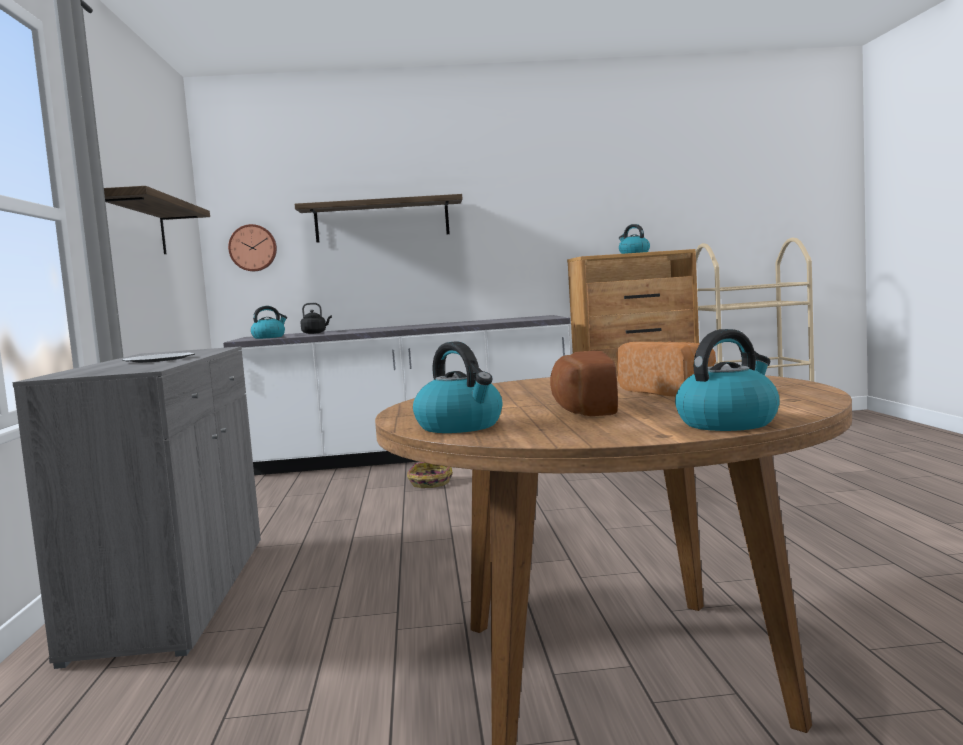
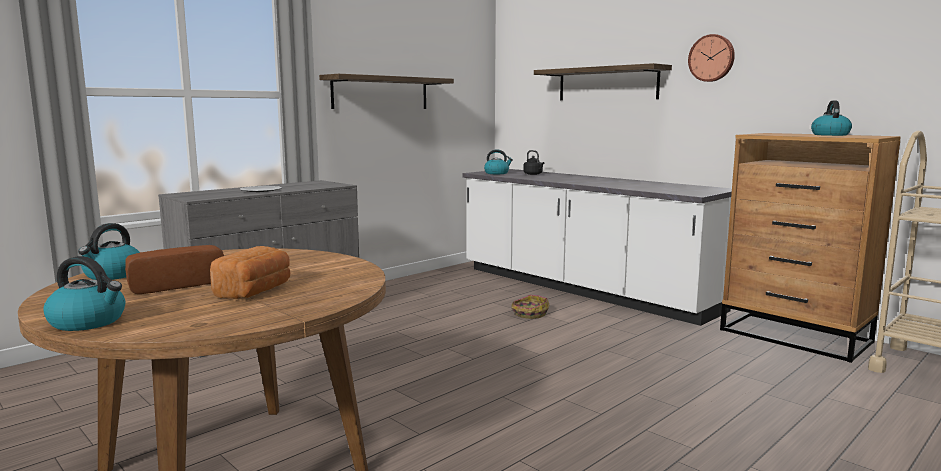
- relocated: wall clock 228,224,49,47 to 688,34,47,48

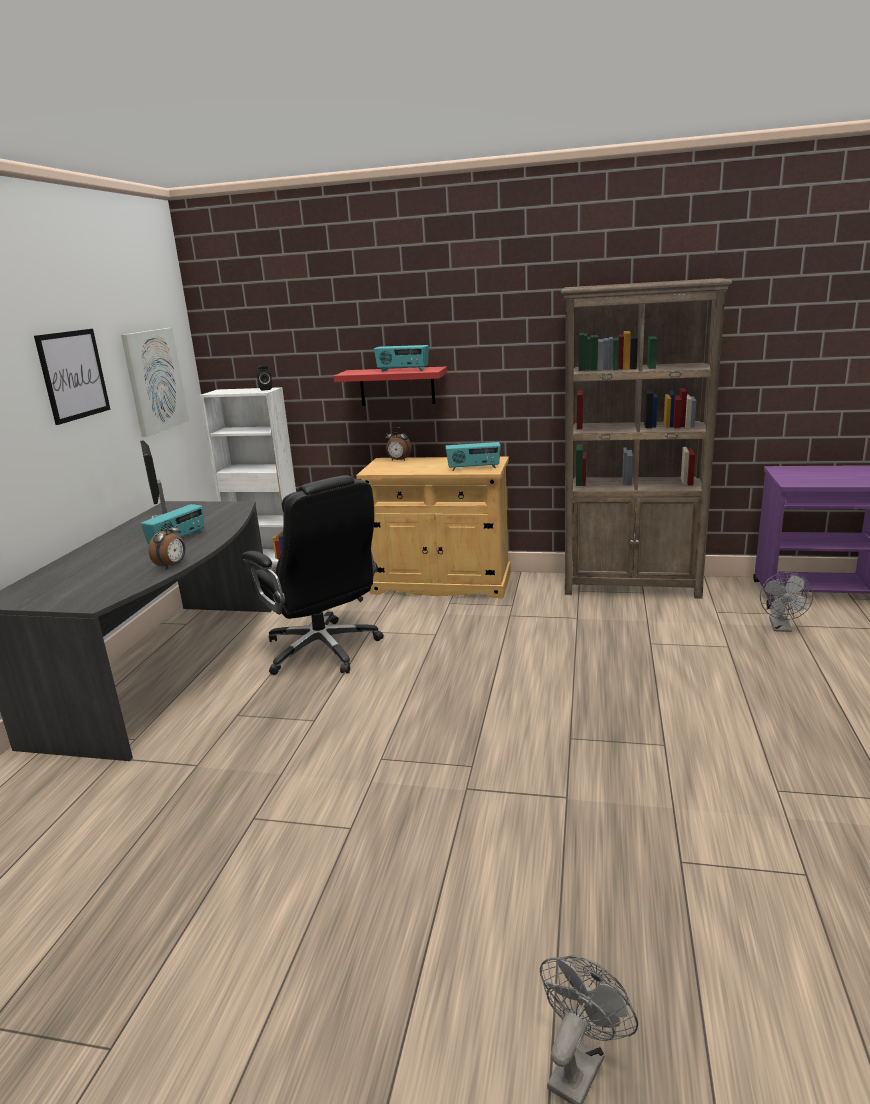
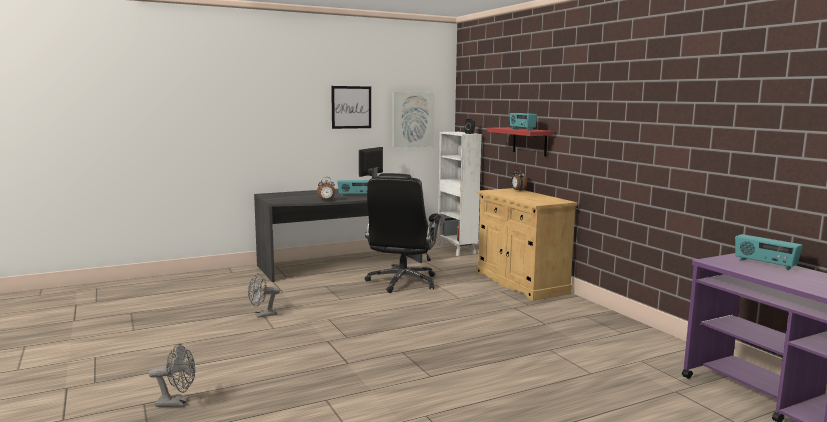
- relocated: fan/grey 760,572,53,60 to 248,273,32,45
- relocated: radio 445,442,56,29 to 735,234,68,36
- missing: bookcase/brown 561,278,171,321

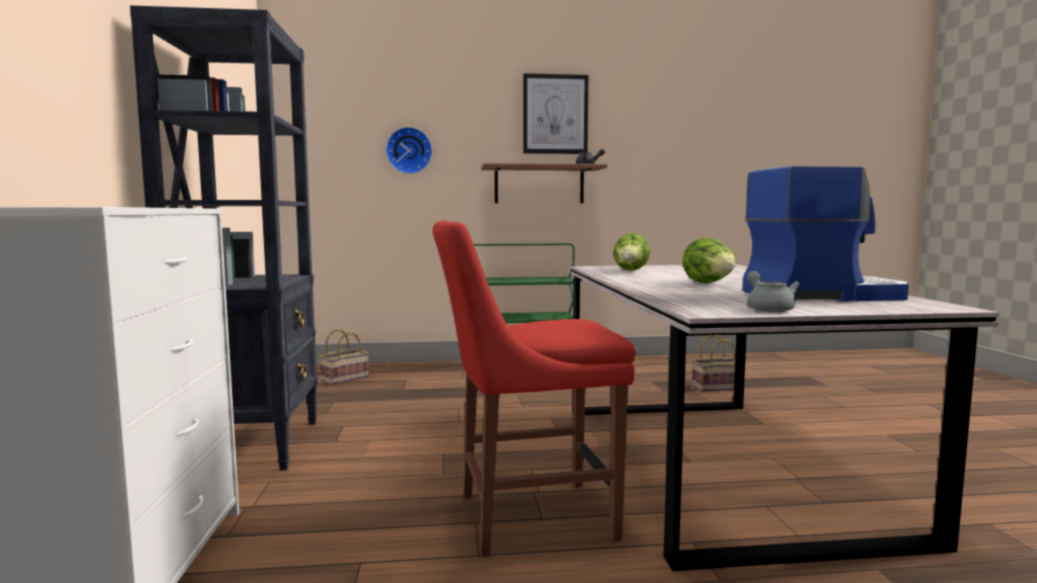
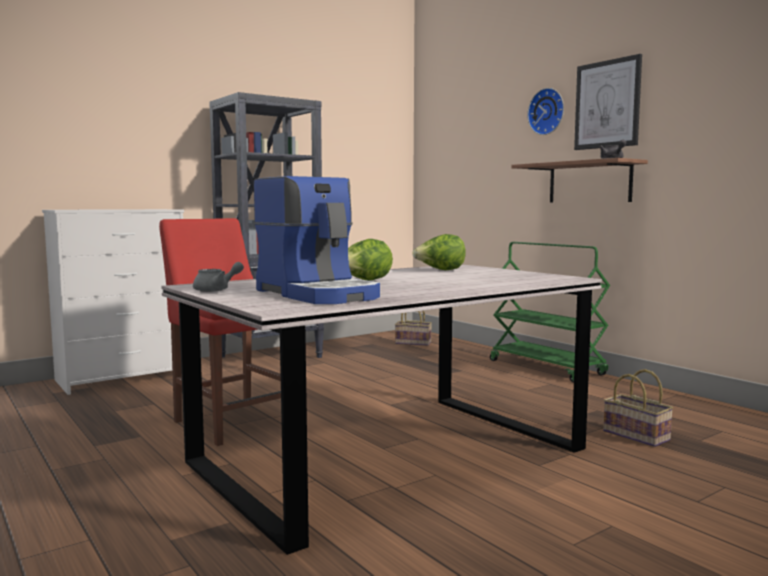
- relocated: wall clock 386,127,47,47 to 527,88,37,47

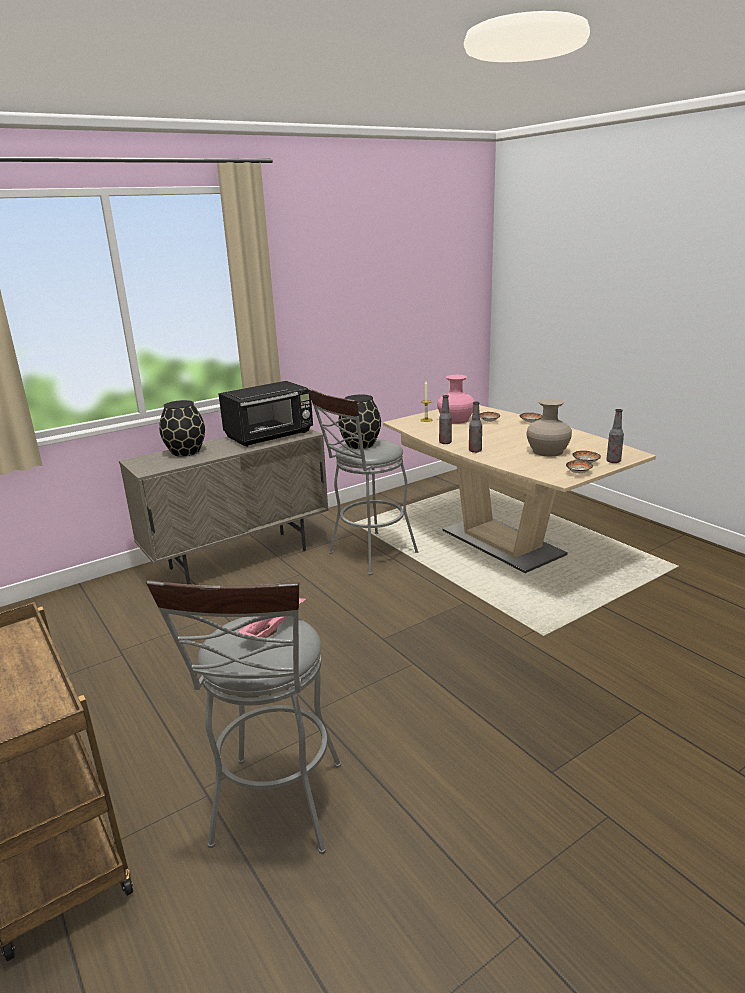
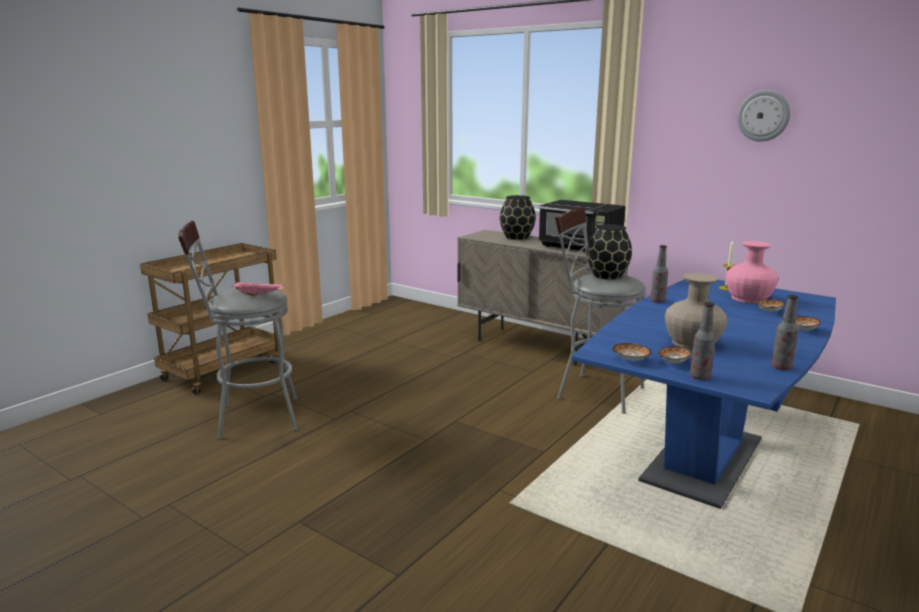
- colour: dining table/beige 383,405,273,168 to dining table/blue 572,279,264,230
- appeared: wall clock 737,90,54,52
- relocated: bottle 469,402,13,51 to 771,295,27,75

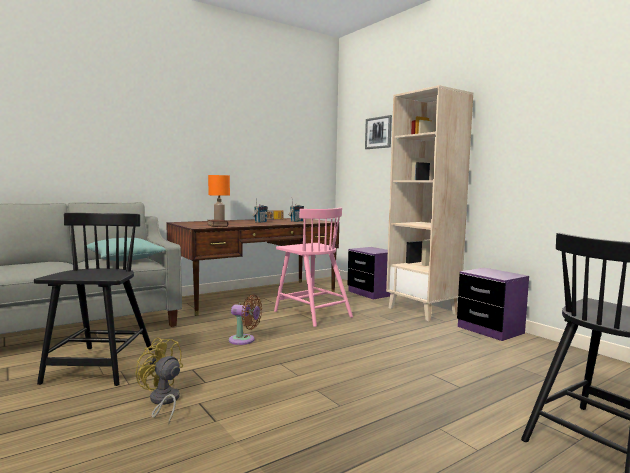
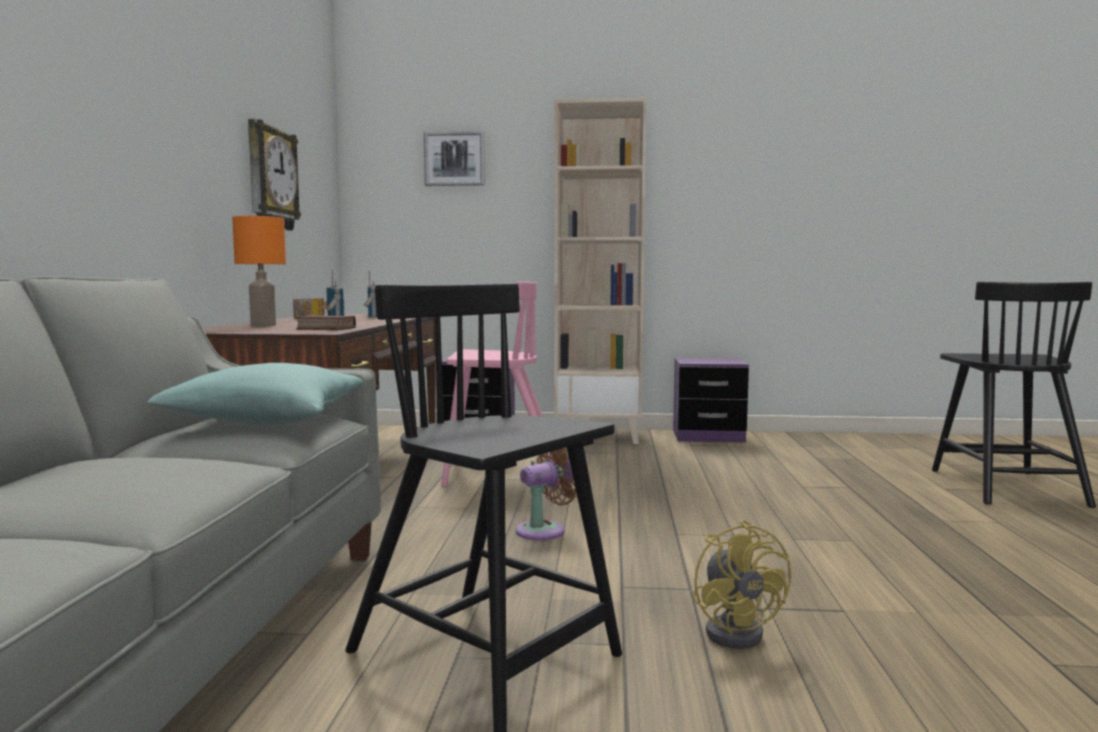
- appeared: wall clock 248,119,53,111
- spun: fan/yellow 136,337,47,87 = 693,520,98,129 90 degrees counterclockwise

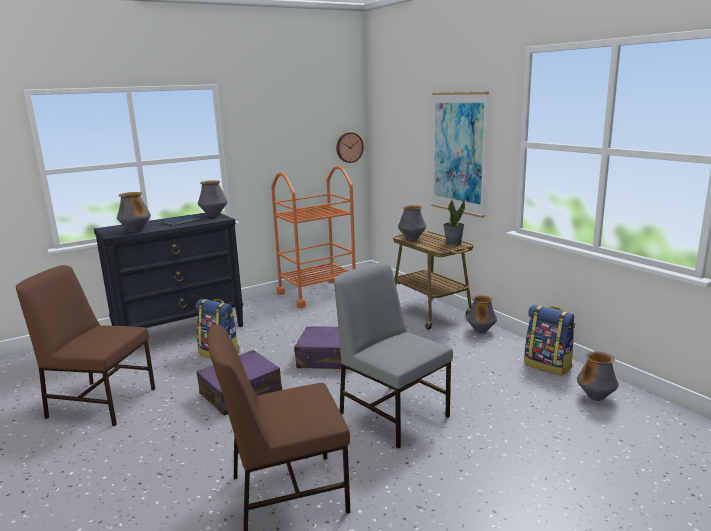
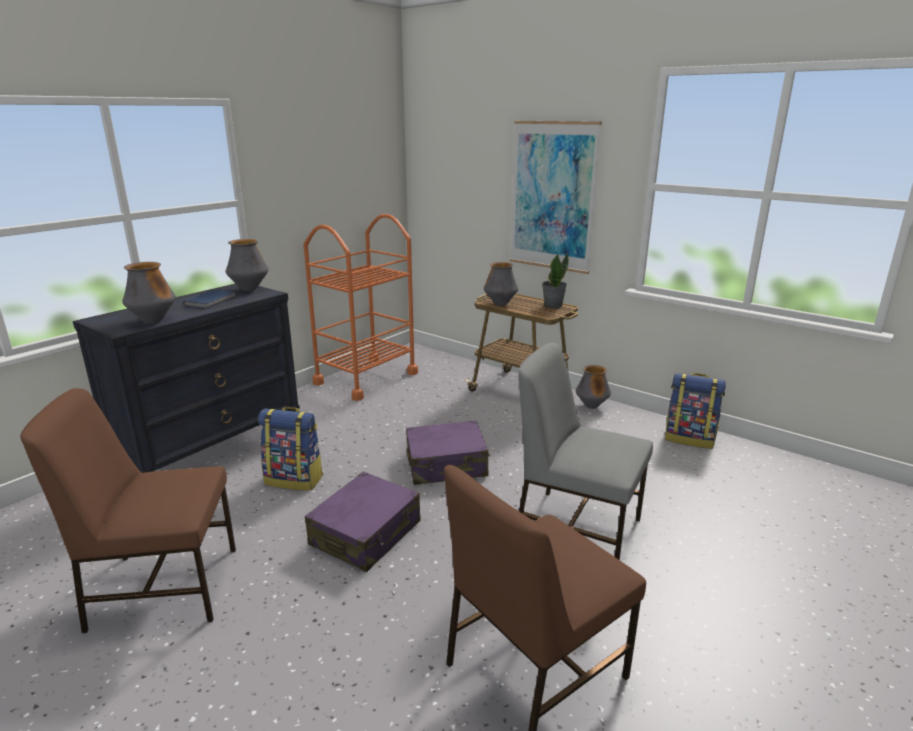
- missing: wall clock 336,132,28,31
- missing: vase 577,351,41,50

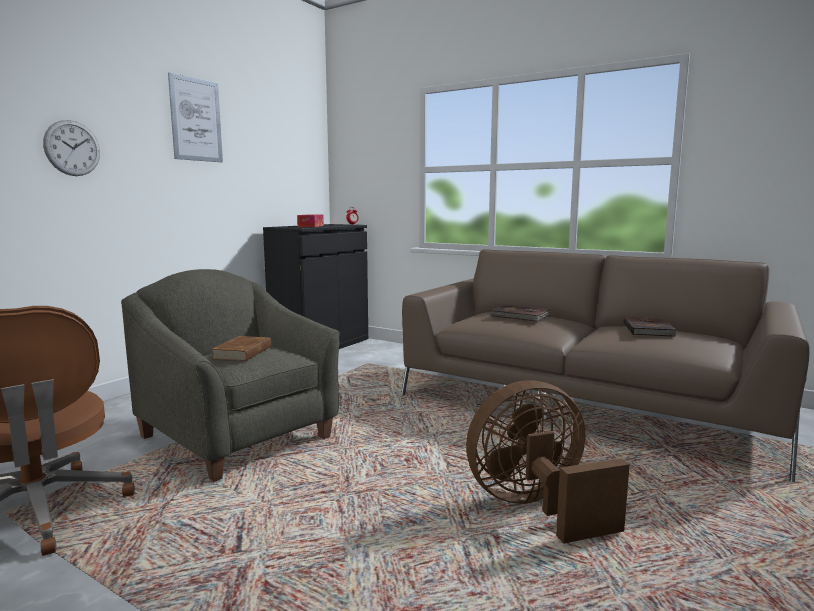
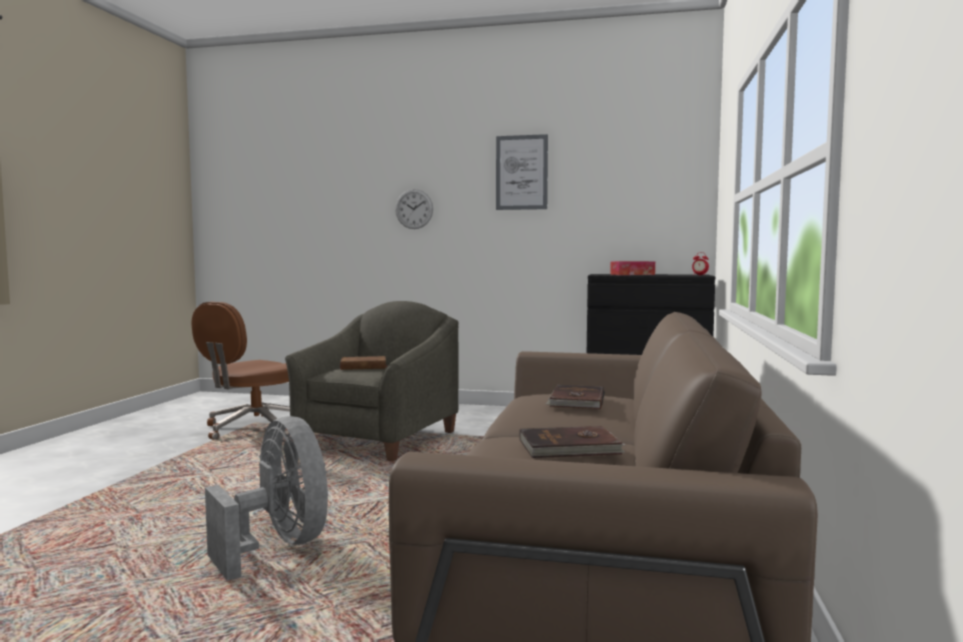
- colour: fan/brown 466,380,164,163 to fan/grey 205,416,123,165

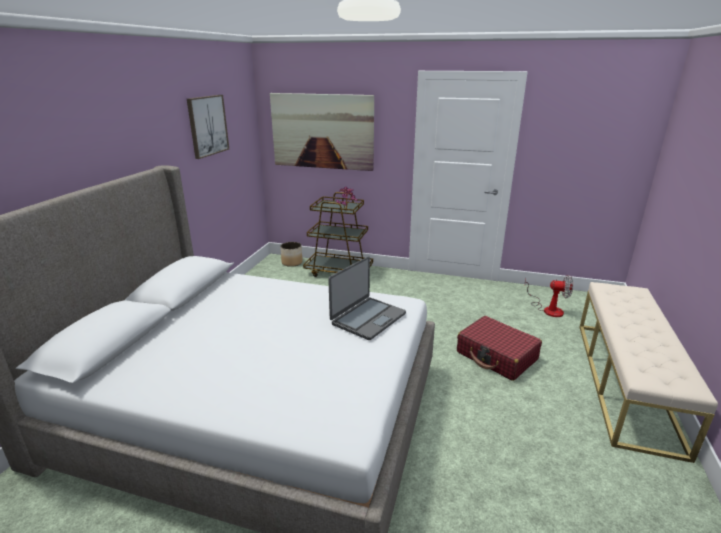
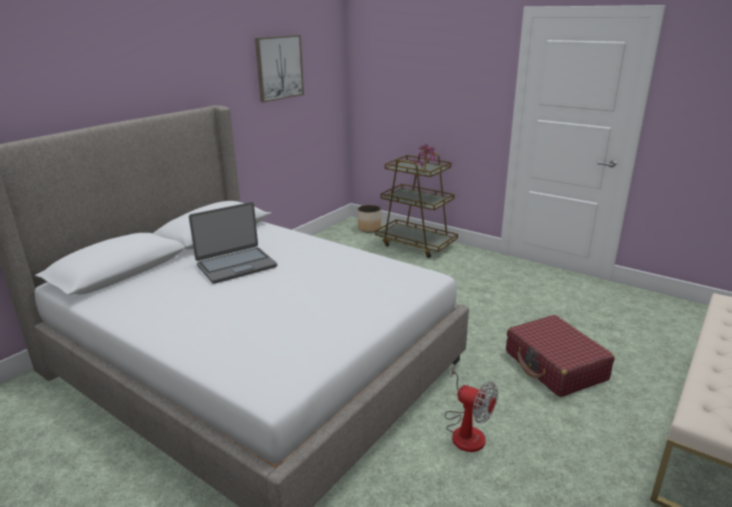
- relocated: laptop 328,256,78,84 to 189,202,88,82
- relocated: fan 525,275,48,42 to 445,365,53,87
- missing: picture 270,93,104,78

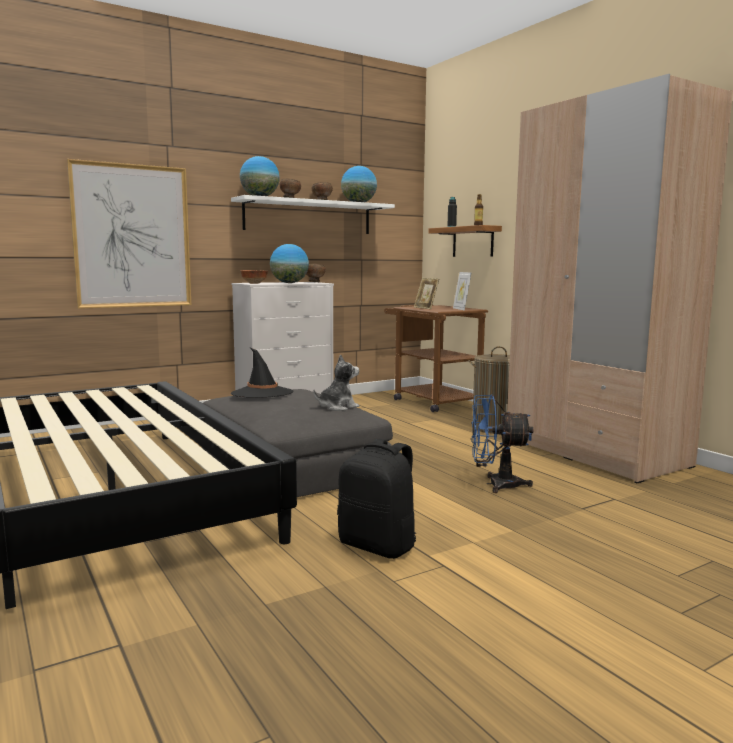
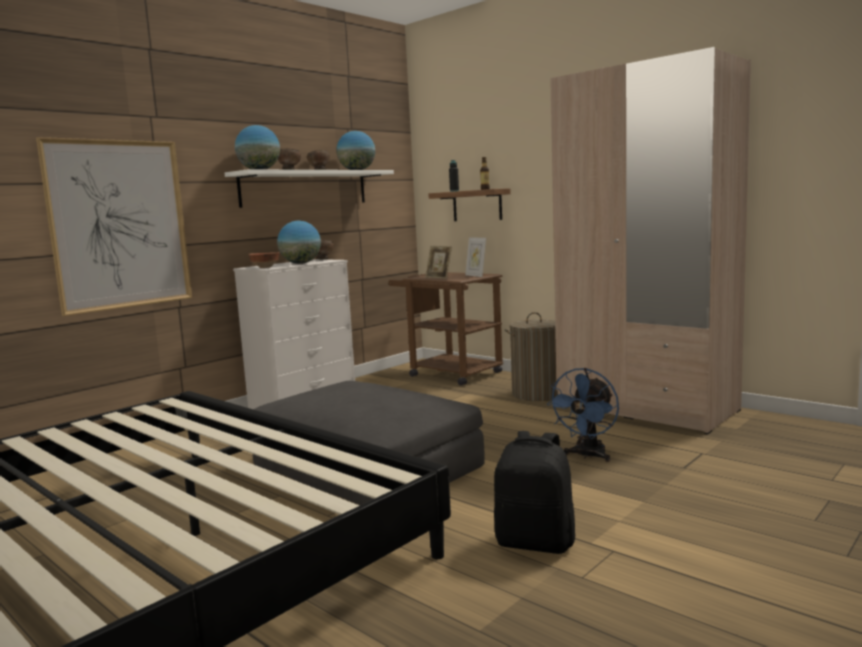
- spun: fan/blue 471,395,62,98 = 547,368,72,94 45 degrees counterclockwise
- missing: hat/black 231,348,63,50
- missing: plush toy 313,354,46,57

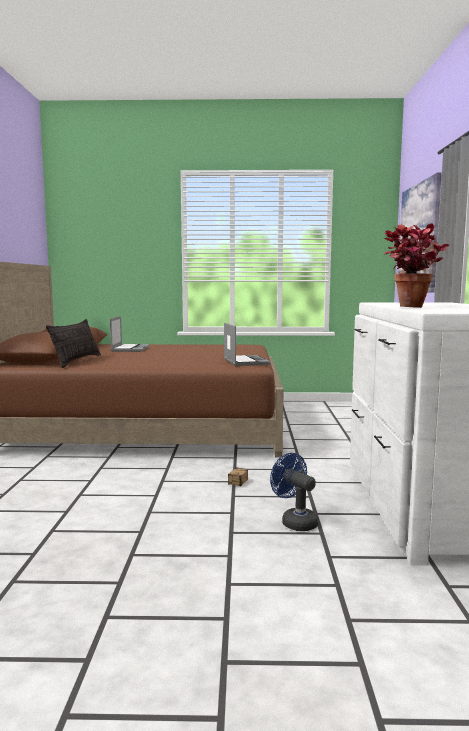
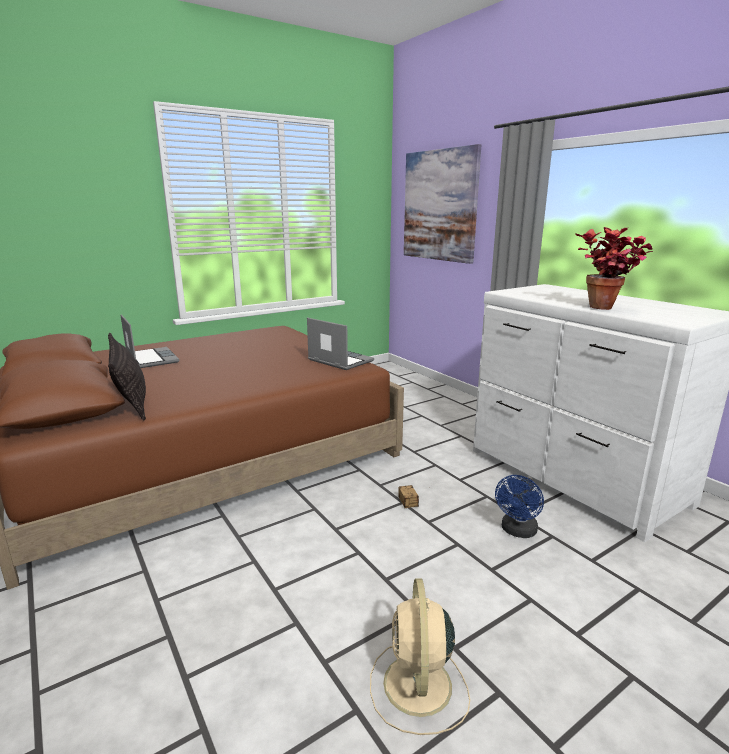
- appeared: fan/beige 370,578,100,157
- spun: fan/blue 270,453,49,78 = 495,475,49,63 75 degrees counterclockwise

